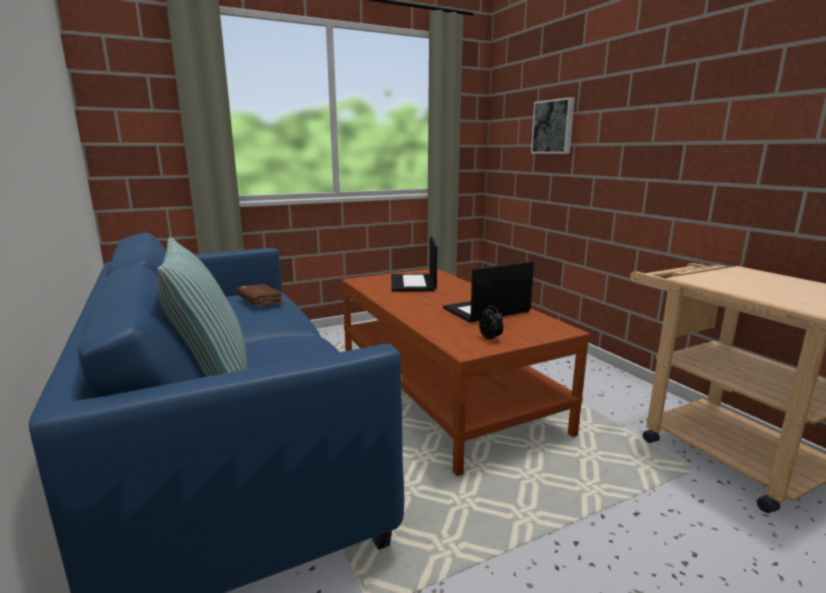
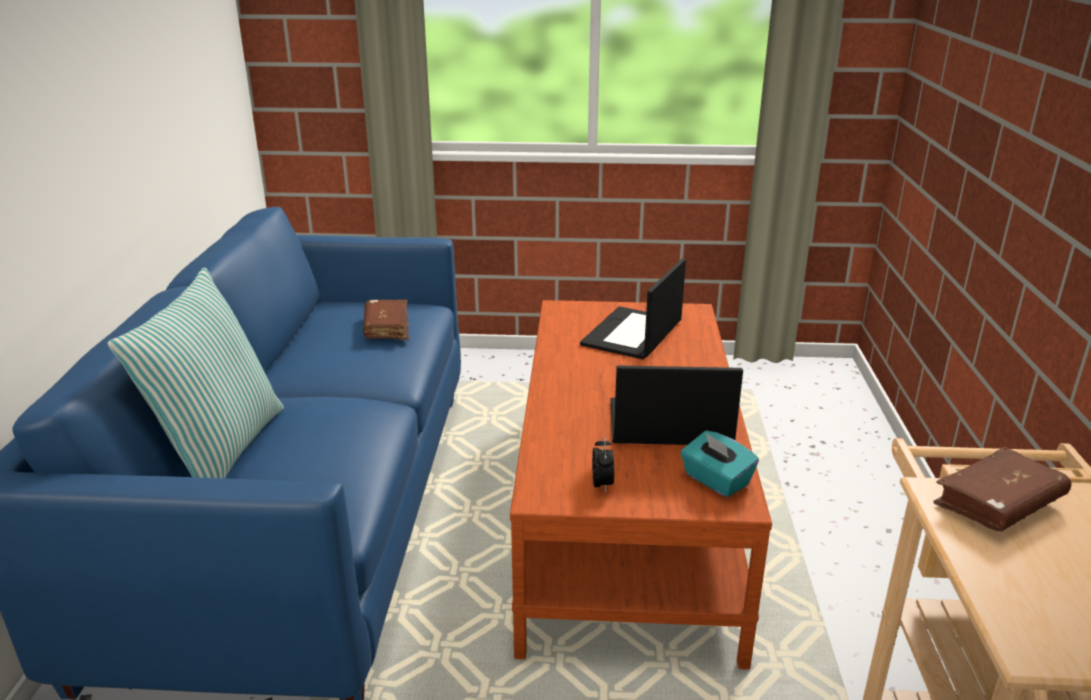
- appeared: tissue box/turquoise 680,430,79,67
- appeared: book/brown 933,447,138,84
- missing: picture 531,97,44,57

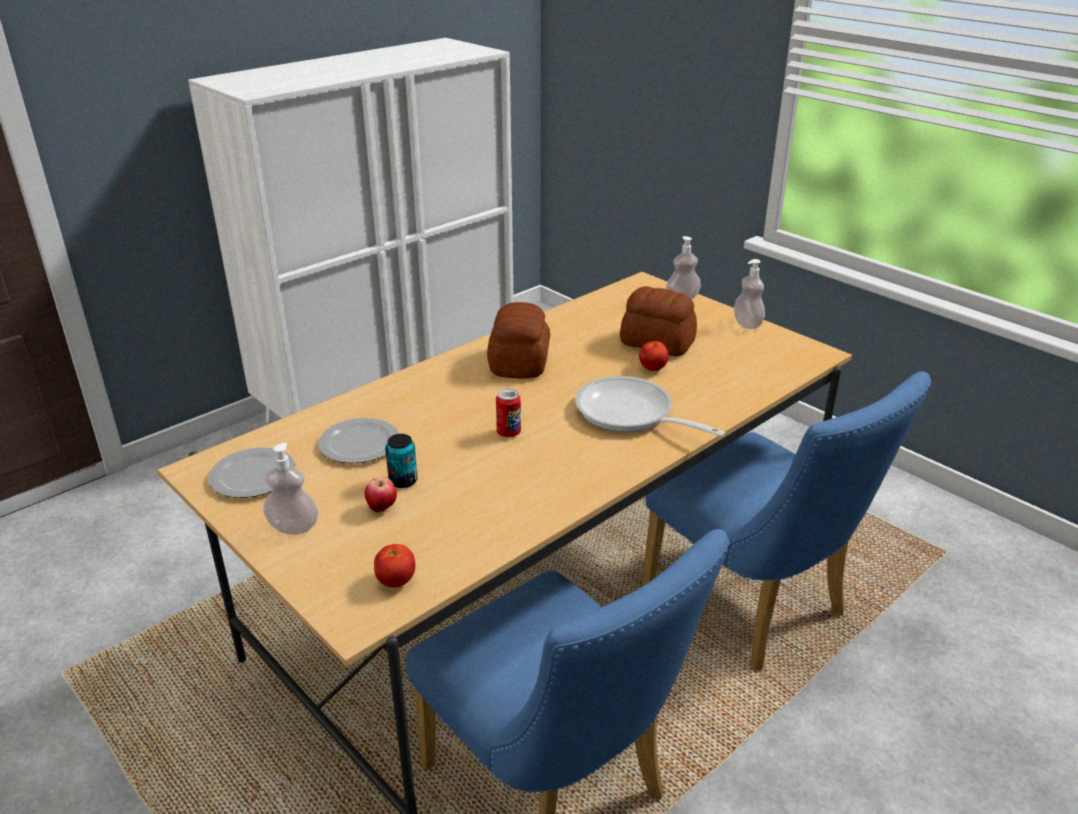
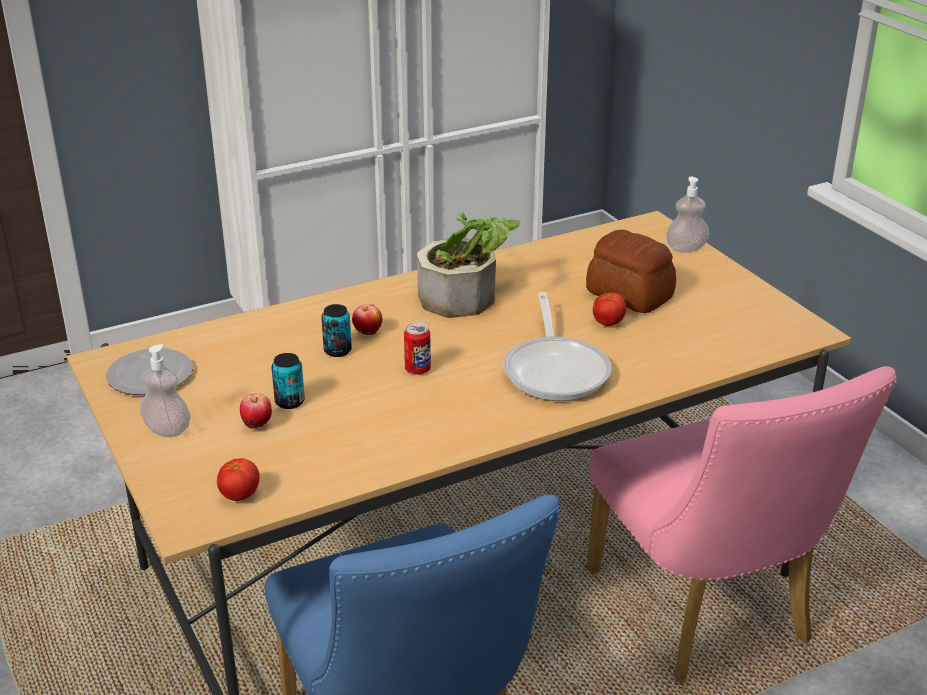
- appeared: can 321,304,31,53
- appeared: apple 352,304,30,31
- exchanged: bread 487,302,63,77 to potted plant 417,211,103,107
- spun: frying pan 575,376,150,61 = 503,292,109,109 150 degrees counterclockwise
- colour: chair/blue 642,371,289,300 to chair/pink 587,366,310,316
- missing: plate 318,418,81,46
- missing: soap dispenser 734,259,31,70

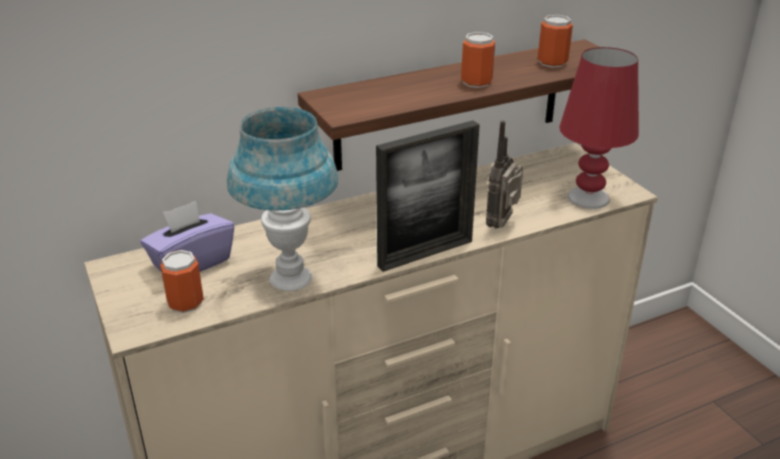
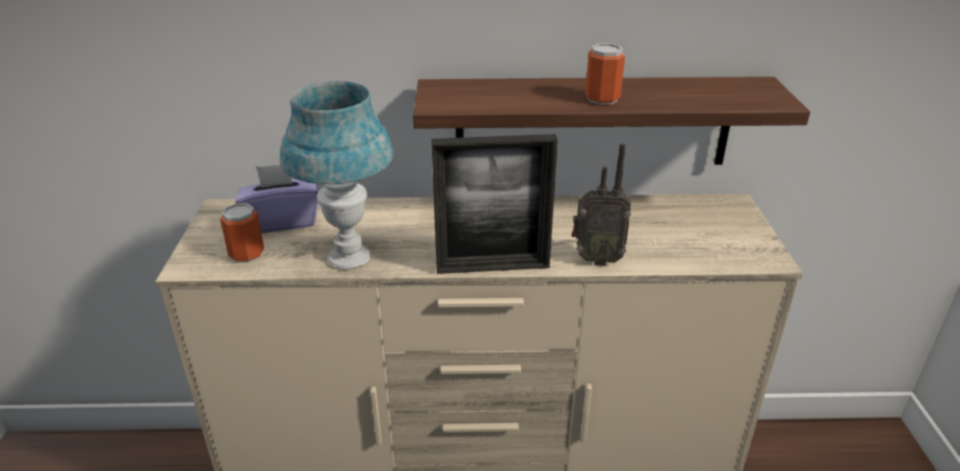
- spun: radio 486,120,37,109 = 572,143,59,123 135 degrees counterclockwise
- missing: can 538,15,35,53
- missing: table lamp/red 559,47,80,162

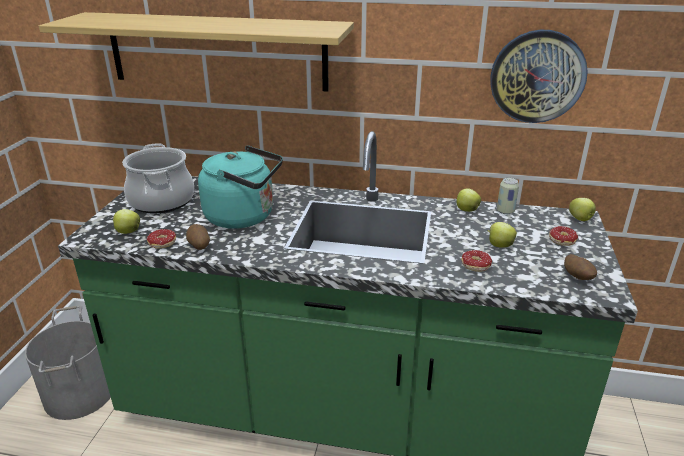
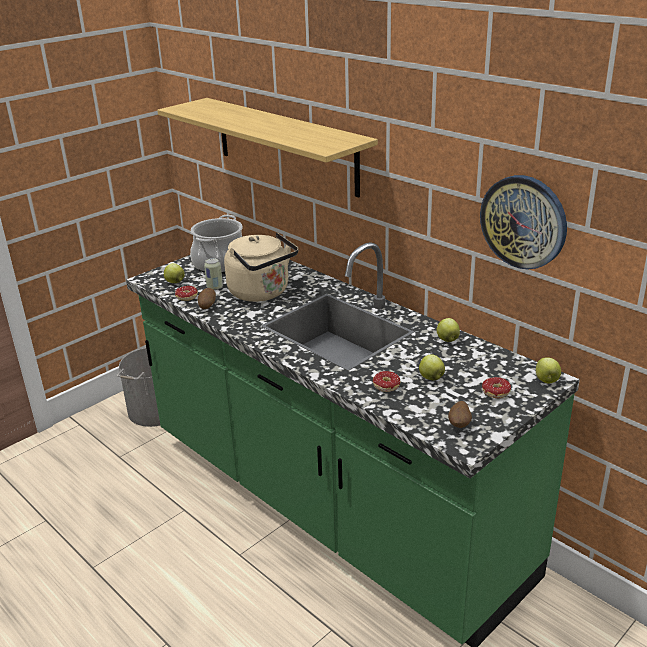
- relocated: can 497,178,22,36 to 204,258,19,32
- colour: kettle/turquoise 198,145,85,84 to kettle/beige 224,232,74,70

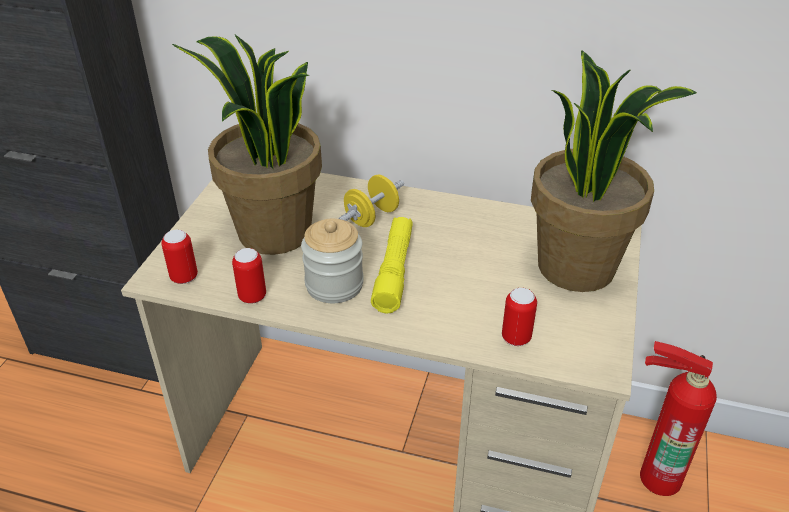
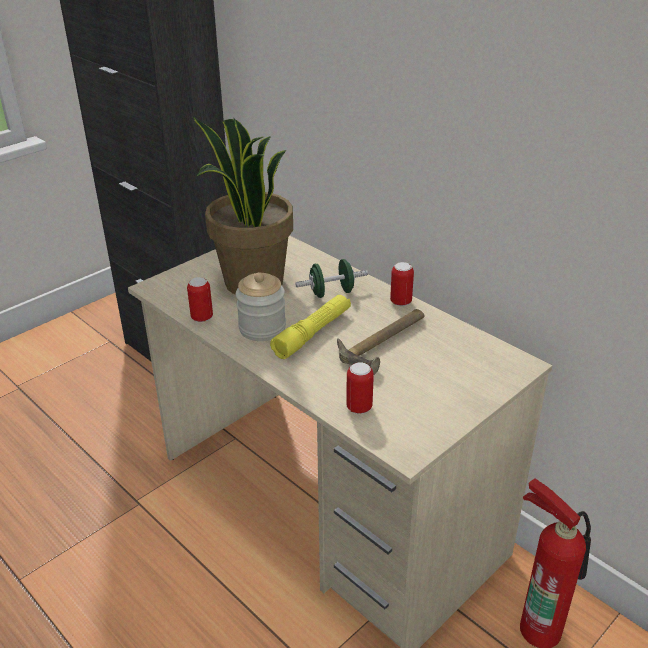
- colour: dumbbell/yellow 338,175,66,52 to dumbbell/green 295,259,73,39
- appeared: hammer 337,309,87,66
- relocated: can 161,230,37,54 to 390,262,24,44
- missing: potted plant 531,50,166,242

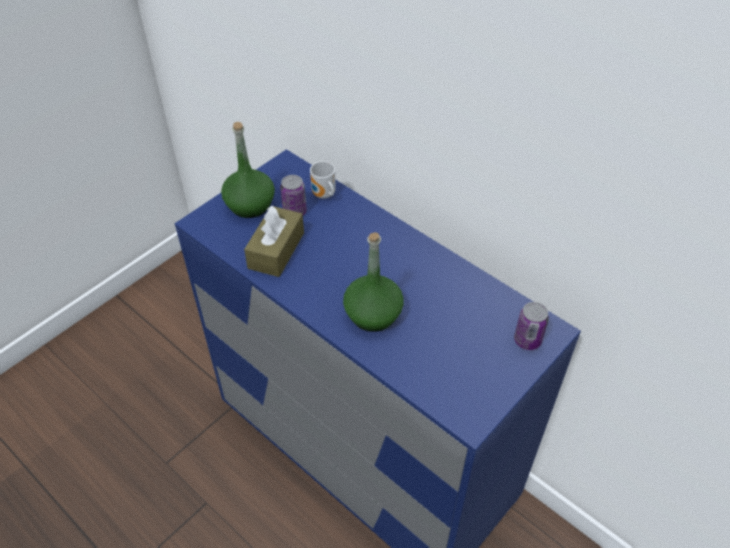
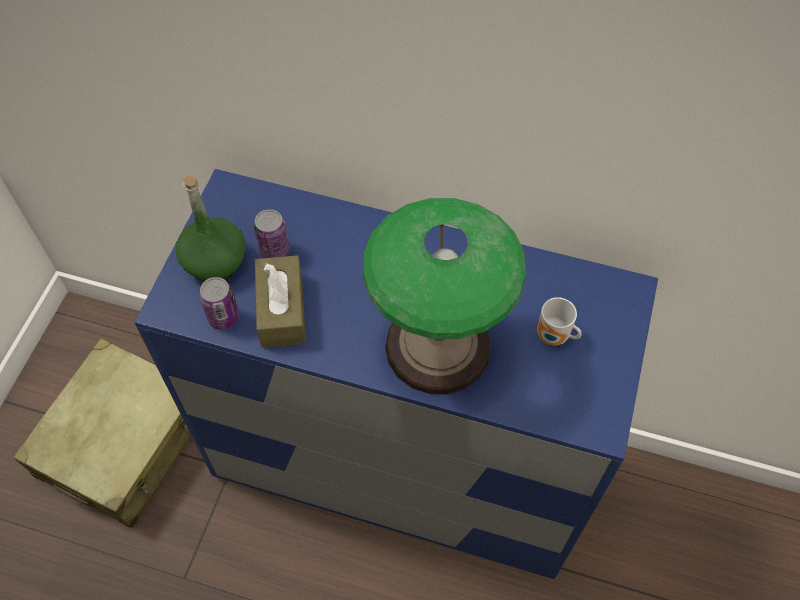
- appeared: suitcase/beige 13,338,178,190
- relocated: can 514,302,35,48 to 199,277,40,53
- exchanged: bottle/green 343,232,61,100 to table lamp 363,198,163,196
- relocated: mug 310,161,26,38 to 537,297,45,48

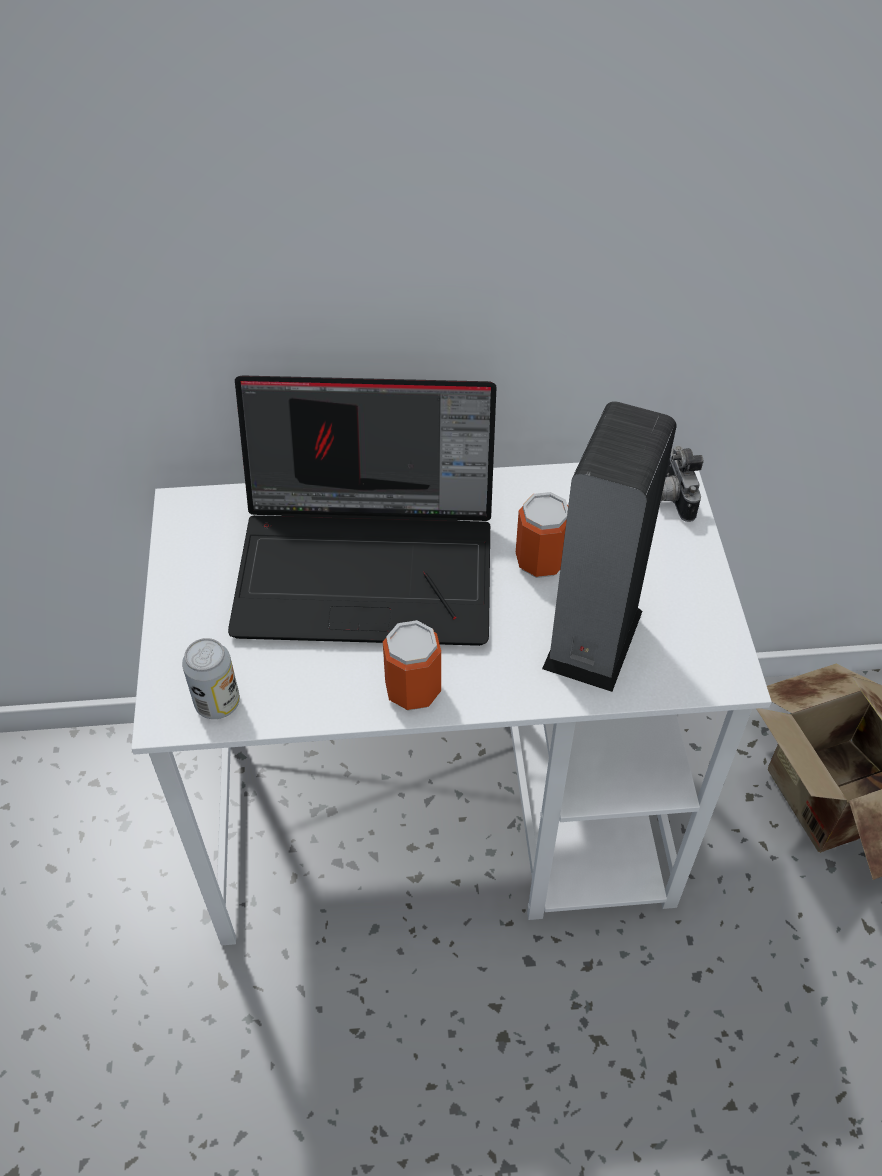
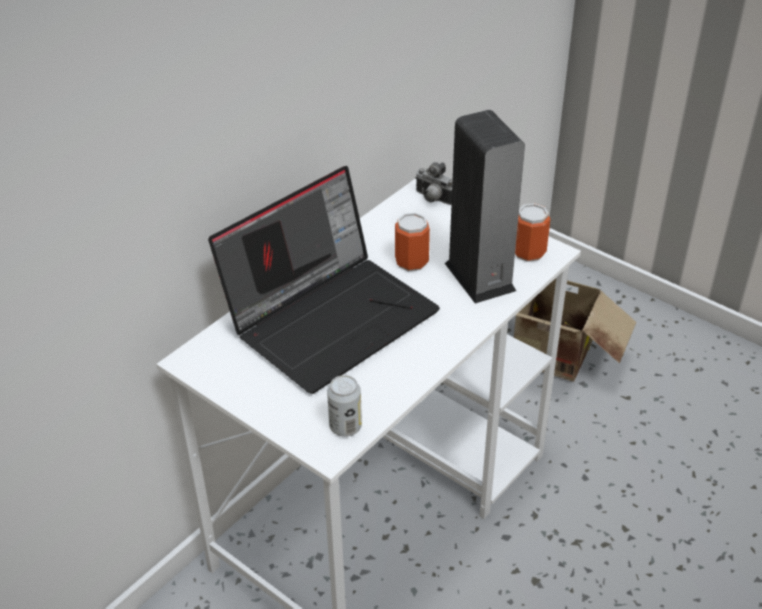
- relocated: can 383,620,58,91 to 515,203,36,59

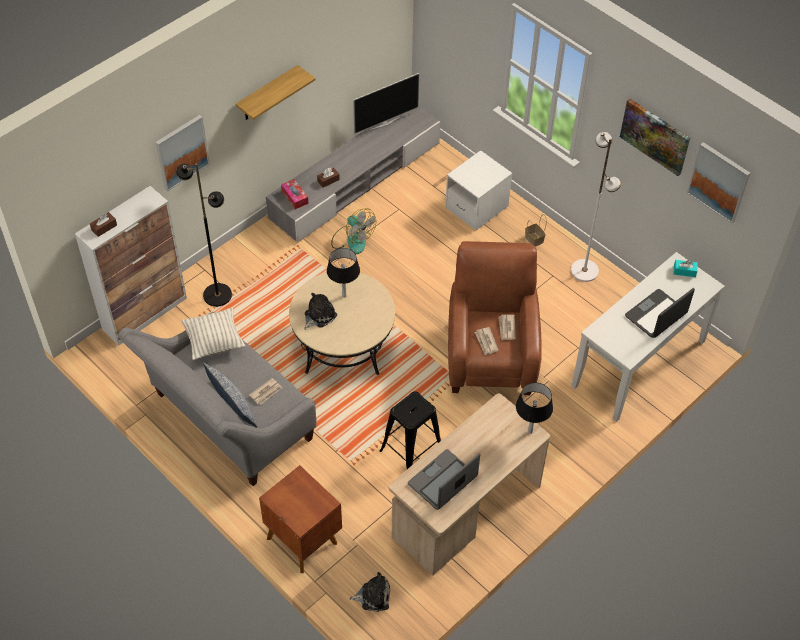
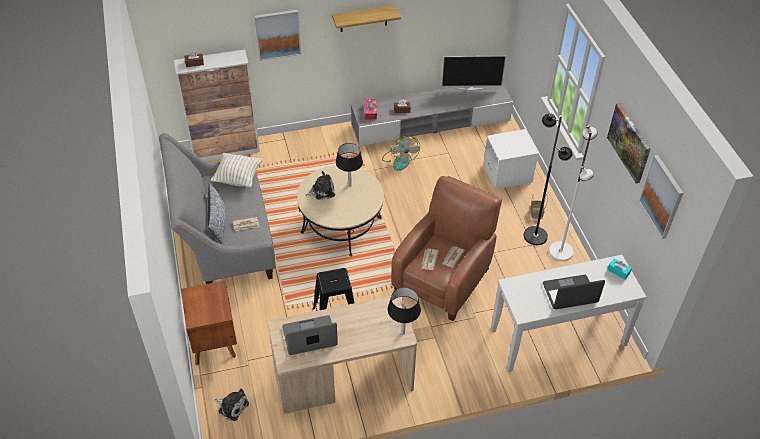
- relocated: floor lamp/black 176,164,56,143 to 524,113,49,132

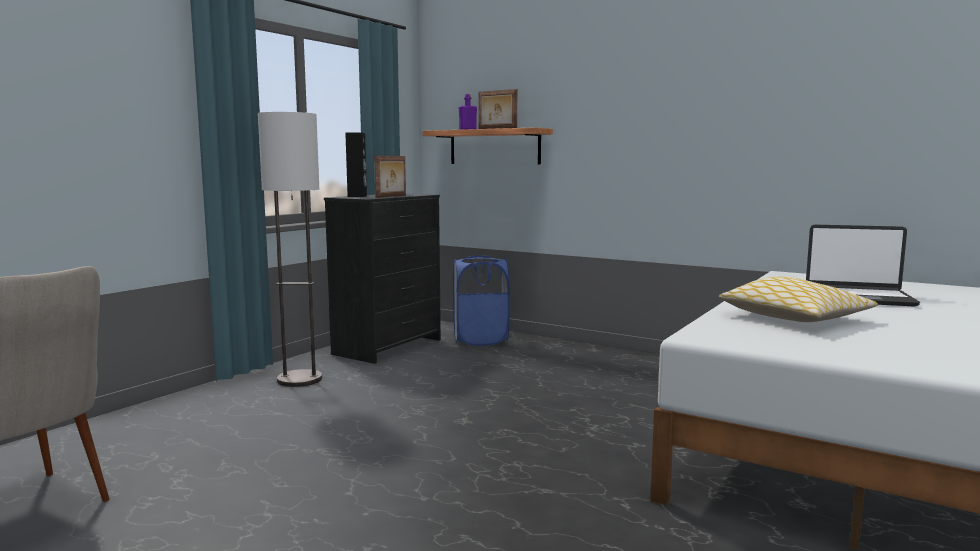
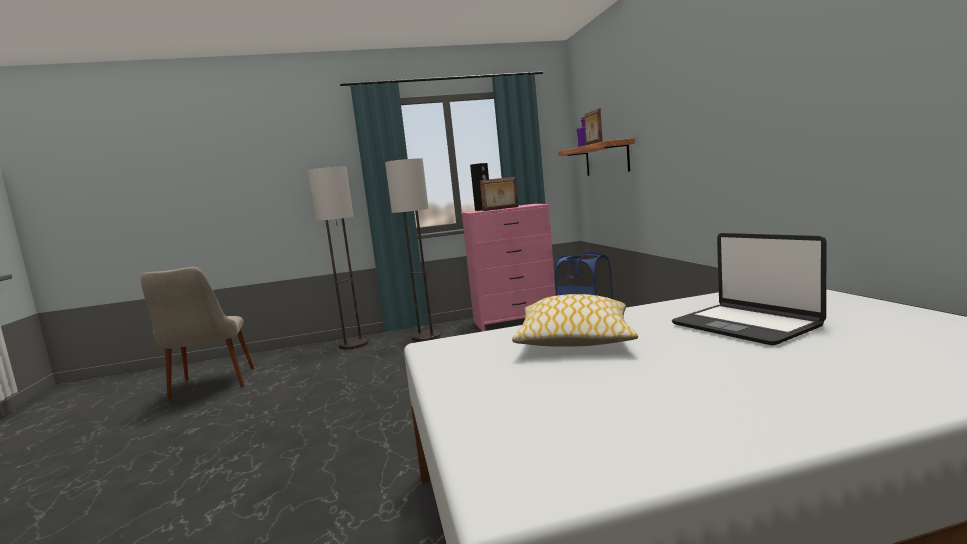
- appeared: floor lamp 308,167,60,182
- colour: dresser/black 324,194,117,170 to dresser/pink 461,204,95,127

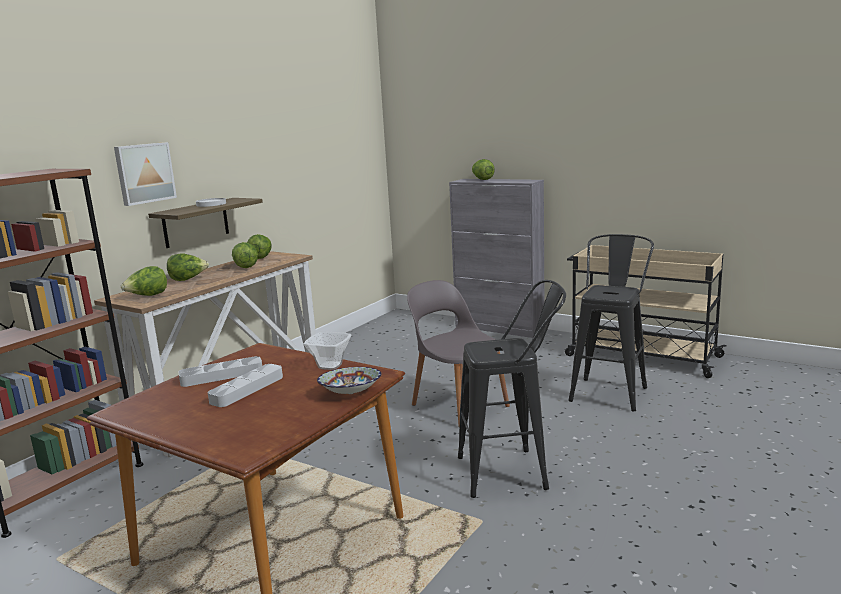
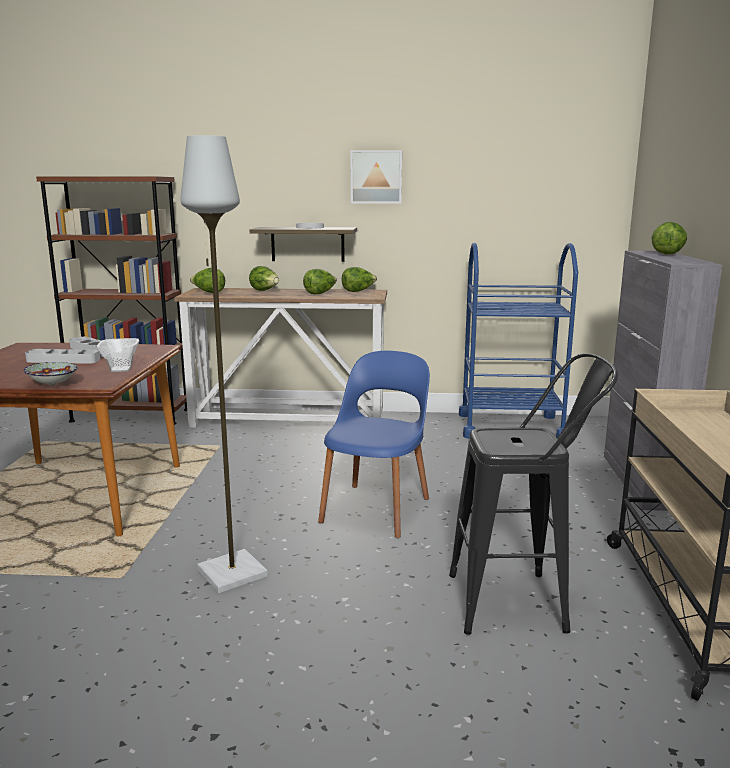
- exchanged: stool/black 458,280,108,218 to floor lamp/grey 180,135,88,458
- colour: chair/grey 407,280,103,148 to chair/blue 318,351,112,187
- relocated: picture 114,142,63,64 to 351,150,51,53
- appeared: cart/blue 459,243,119,196

